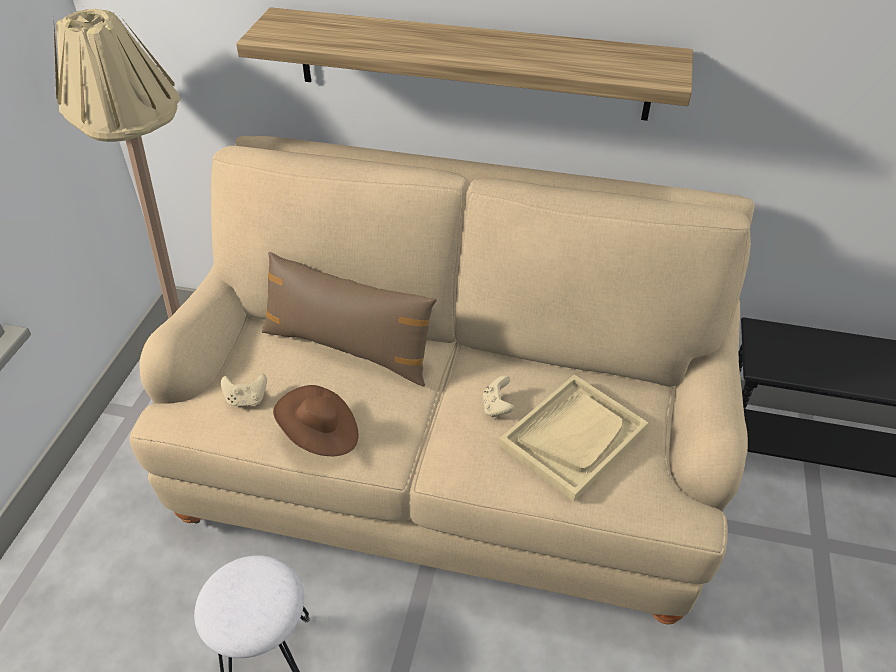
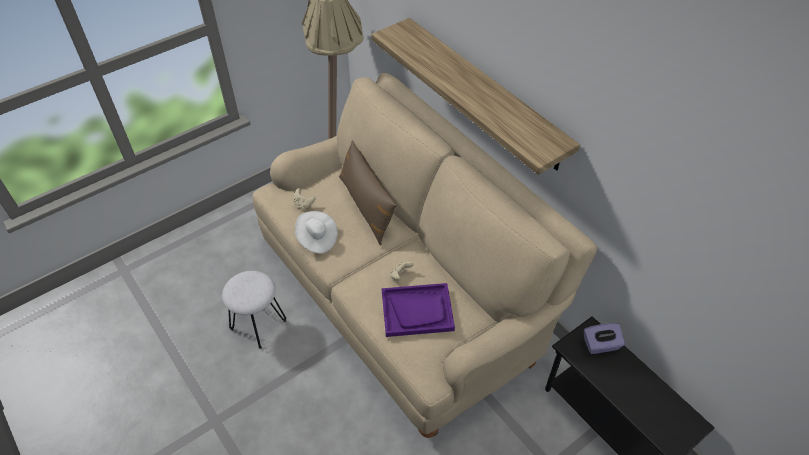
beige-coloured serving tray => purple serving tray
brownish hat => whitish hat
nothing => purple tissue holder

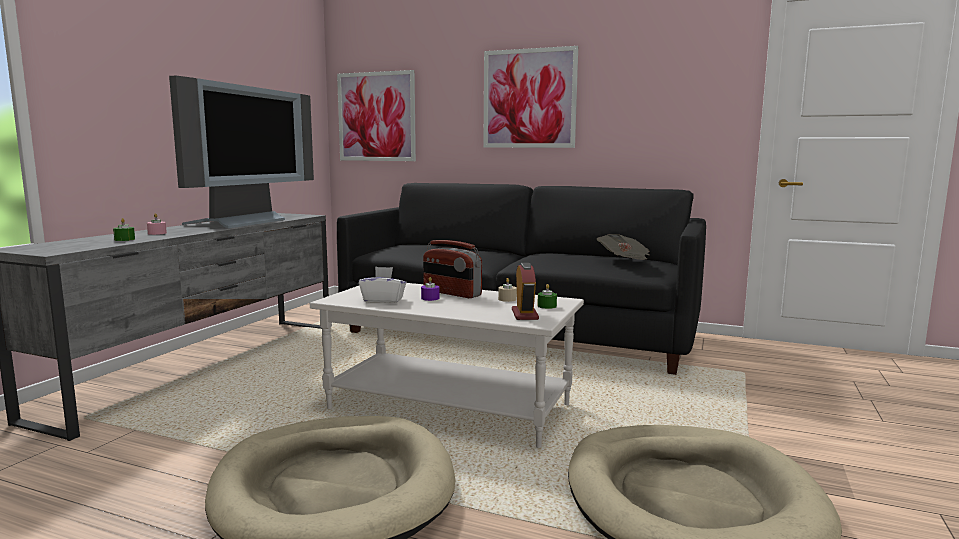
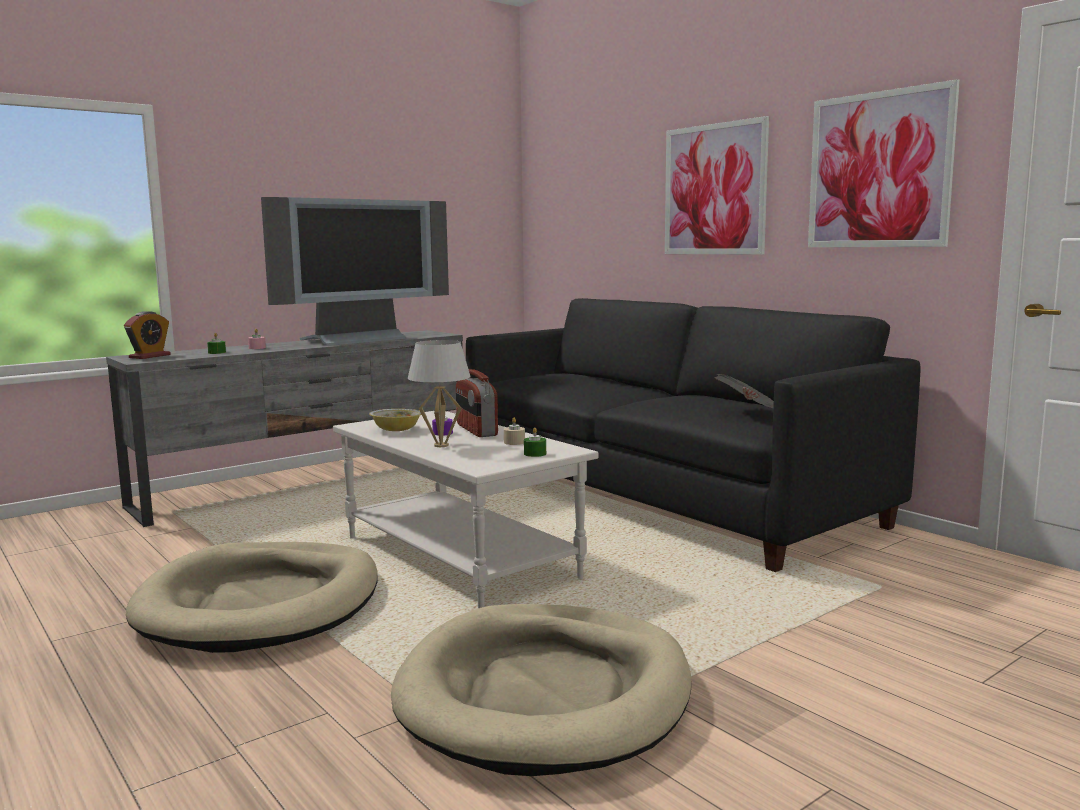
picture (no. 1 from left in the first image) => picture (no. 2 from left), relocated
alarm clock, relocated
whitish tissue holder => deep dish
nothing => whitish tabletop lamp

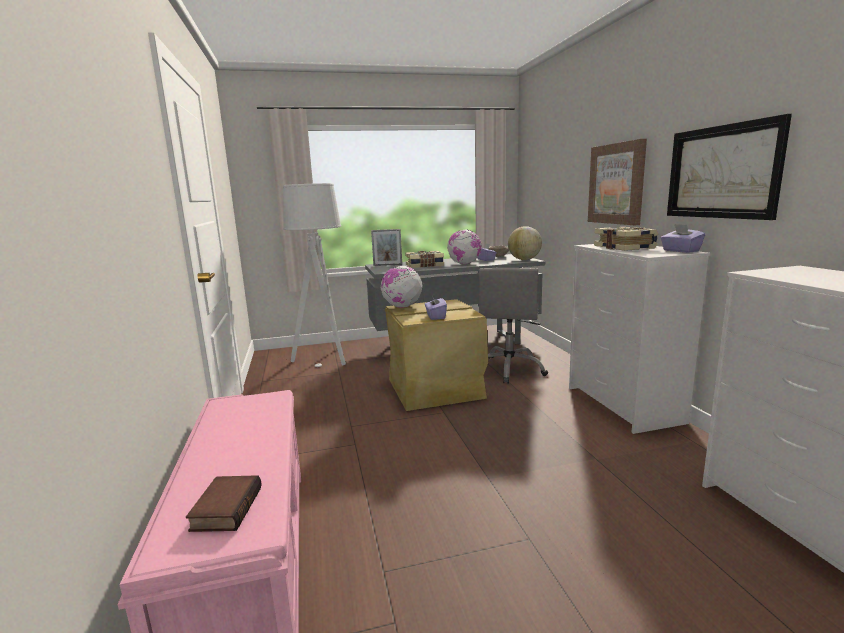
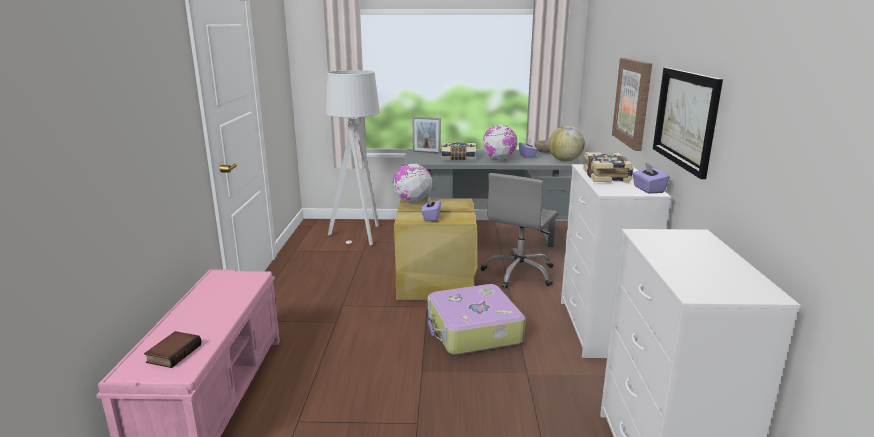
nothing => suitcase

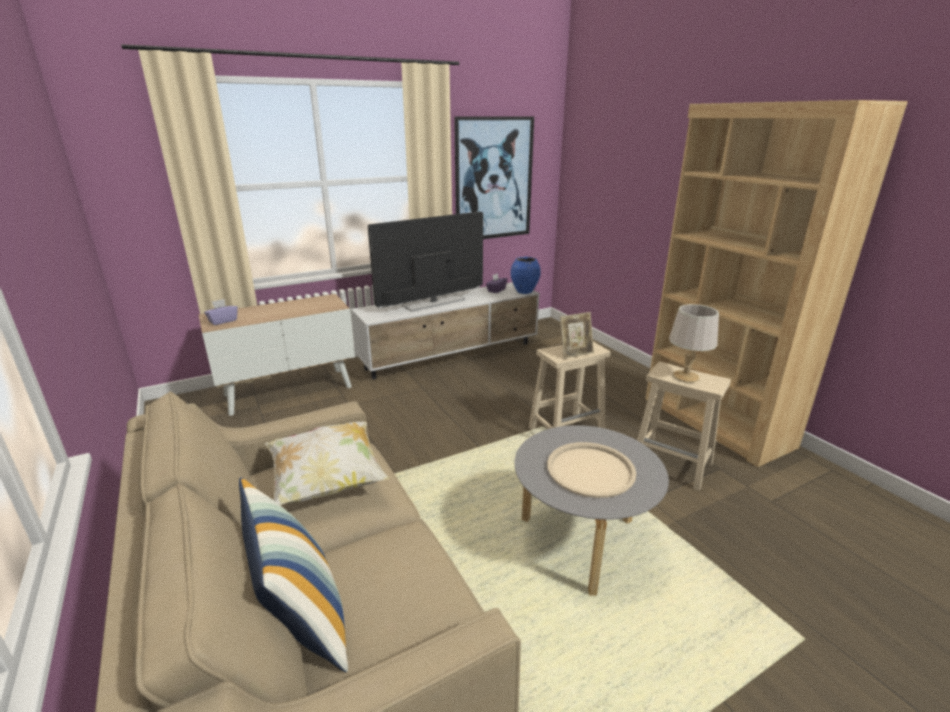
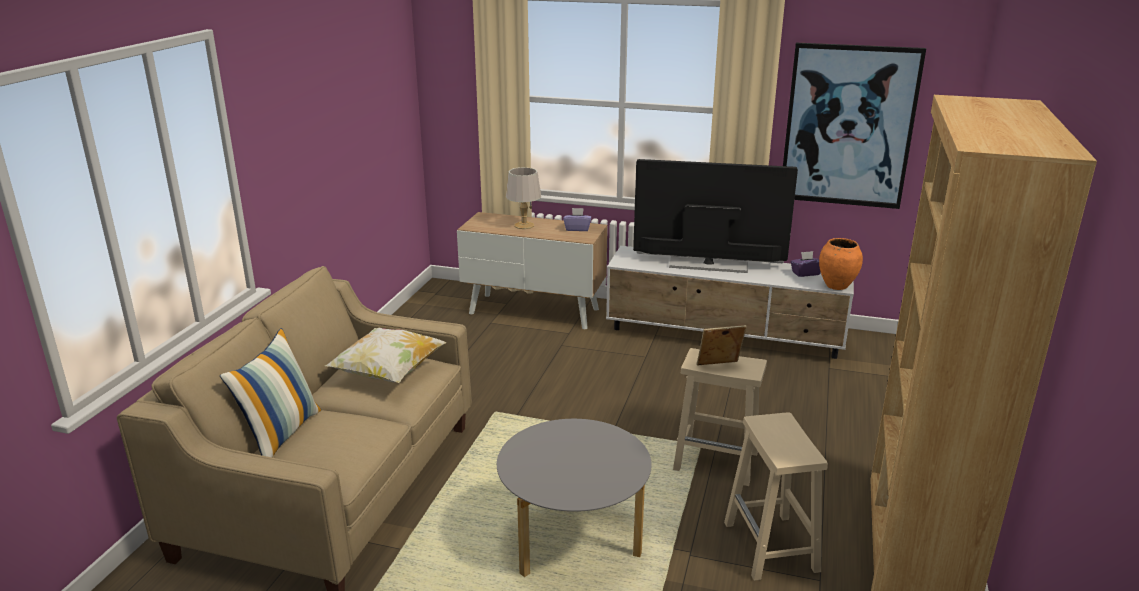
bluish decorative vase => orange decorative vase
purple tissue holder (no. 1 from left), relocated
grey tabletop lamp, relocated
standing frame, 150 degrees clockwise
beige-coloured serving tray => nothing

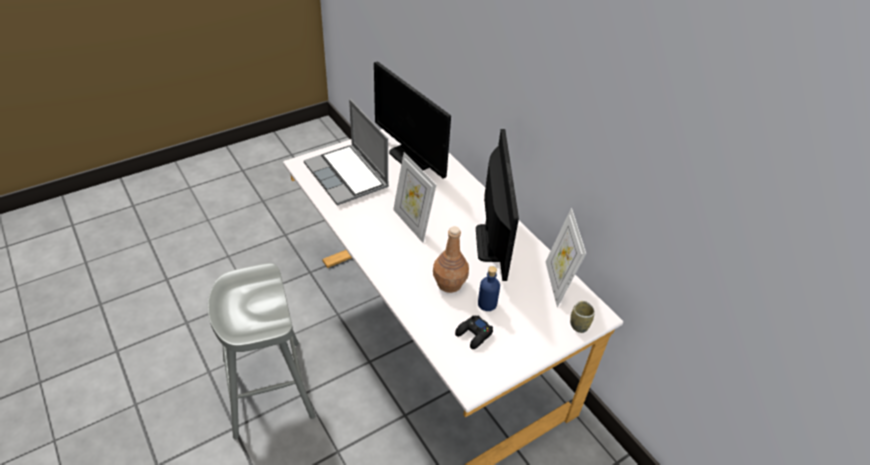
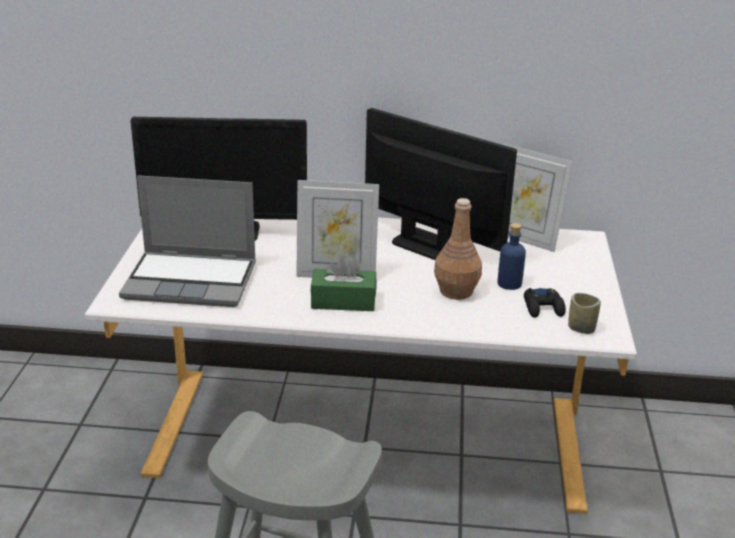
drinking cup, relocated
nothing => green-coloured tissue holder

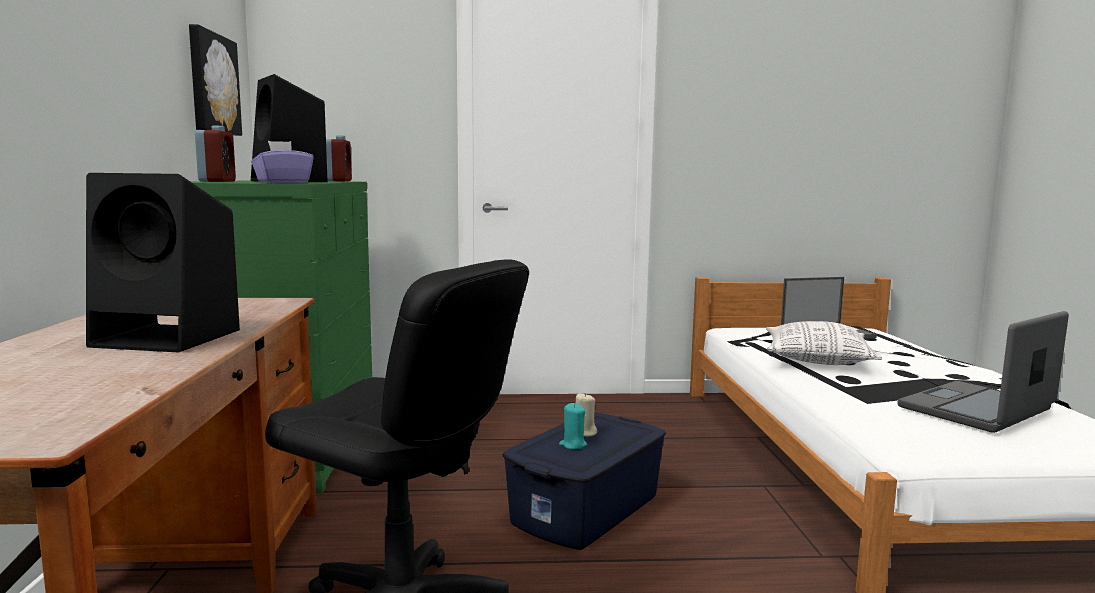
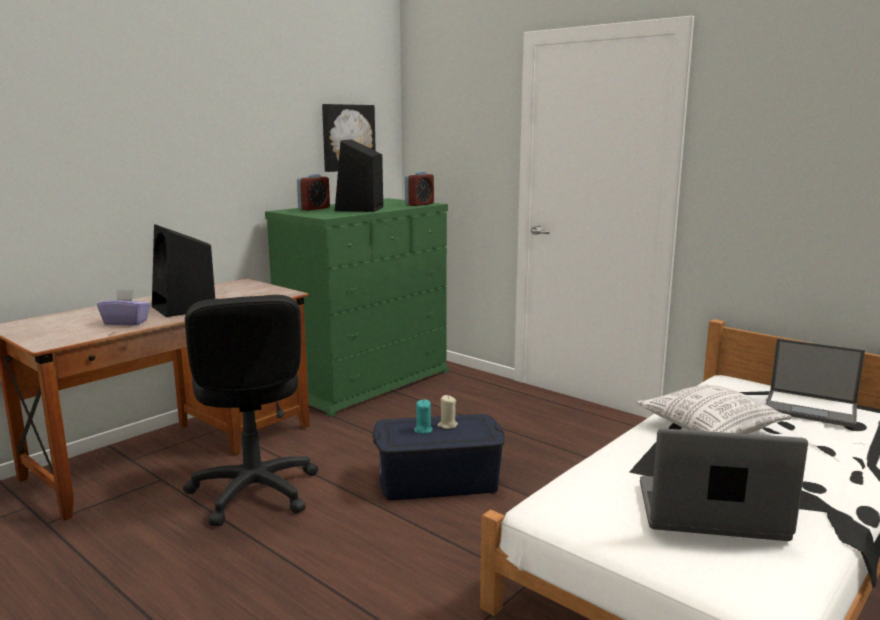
purple tissue holder, relocated

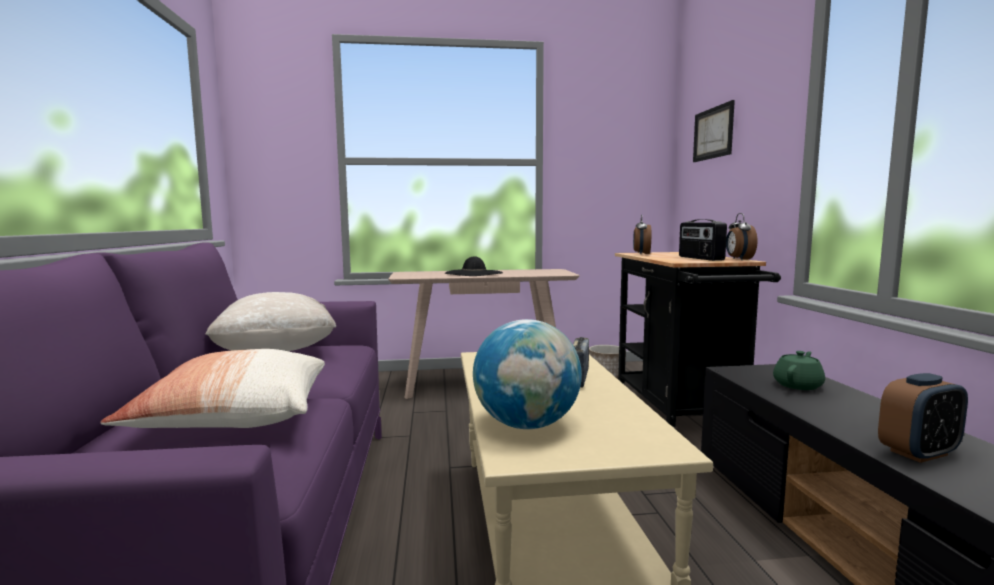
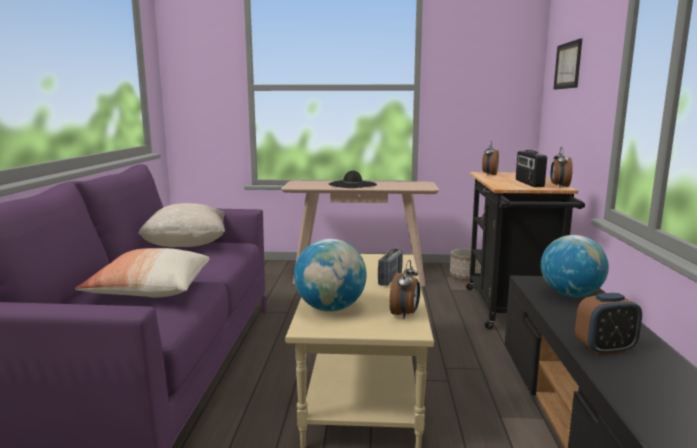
green-coloured tea pot => globe (no. 2 from left)
nothing => alarm clock (no. 1 from left)

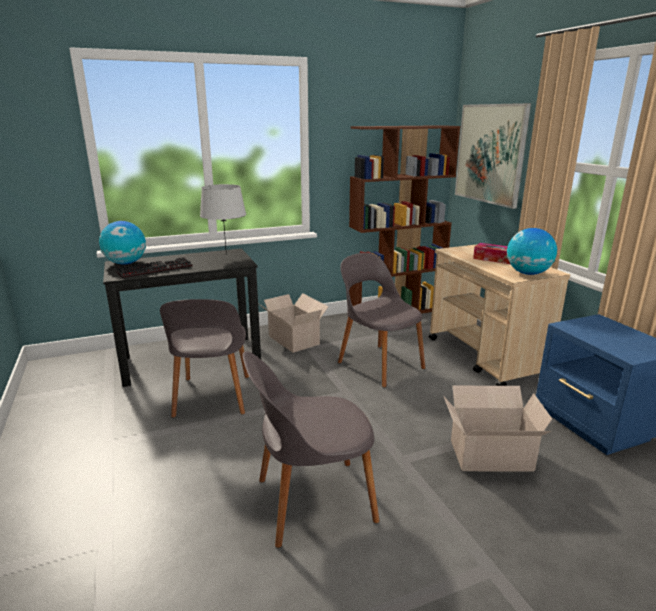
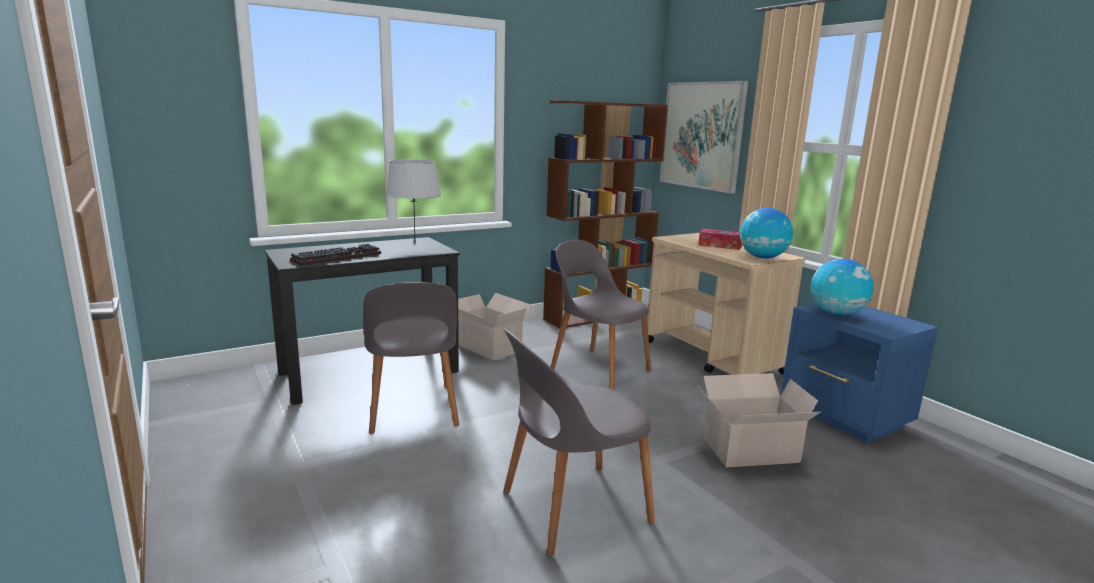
globe (no. 1 from left in the first image) => globe (no. 2 from left), relocated

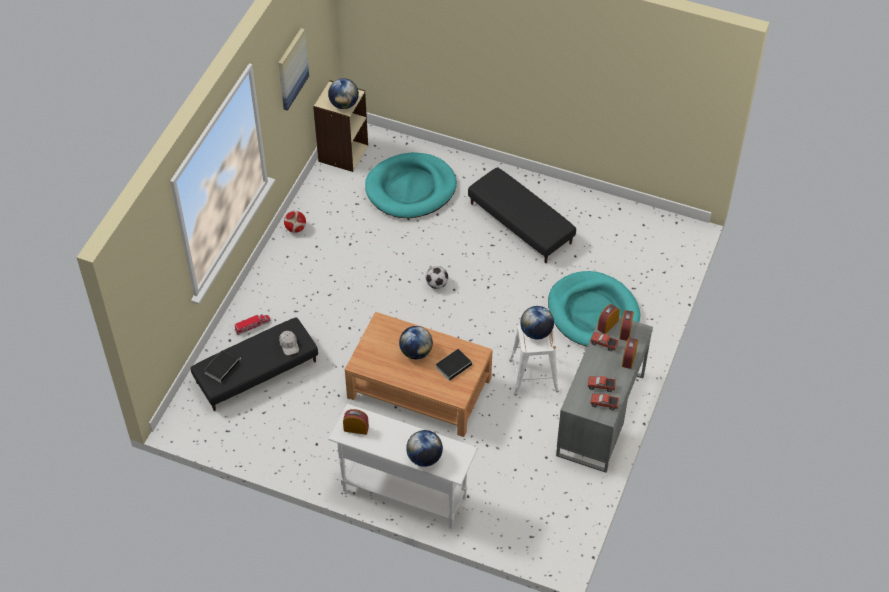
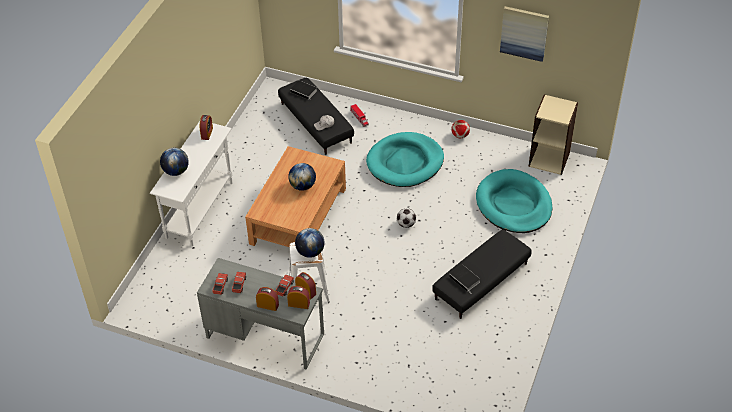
globe (no. 1 from left) => nothing
blue-green pet bed (no. 2 from left in the first image) => blue-green pet bed (no. 1 from left), relocated
bound book (no. 2 from left), relocated

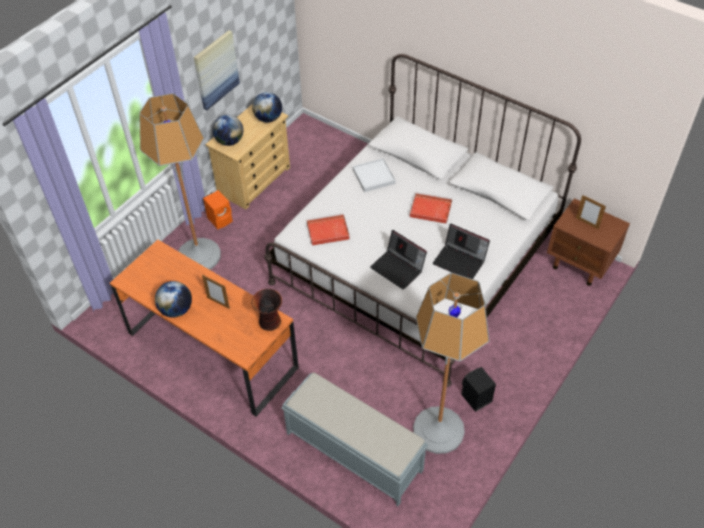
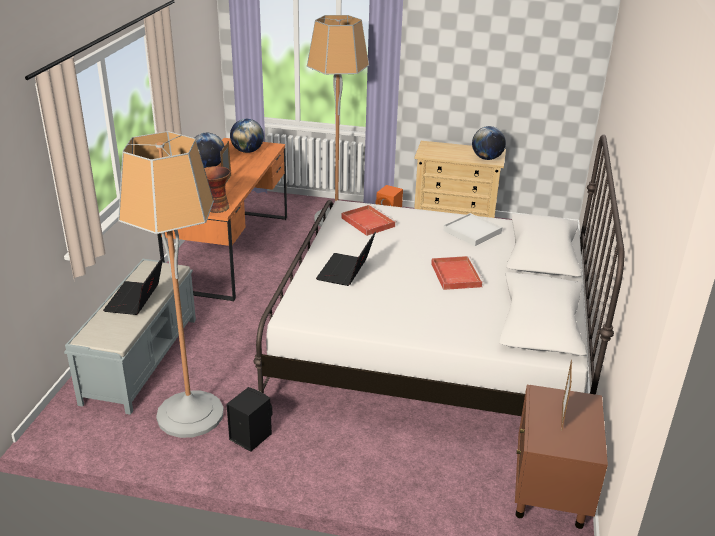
picture => nothing
globe (no. 2 from left), relocated
laptop (no. 2 from left in the first image) => laptop (no. 1 from left), relocated

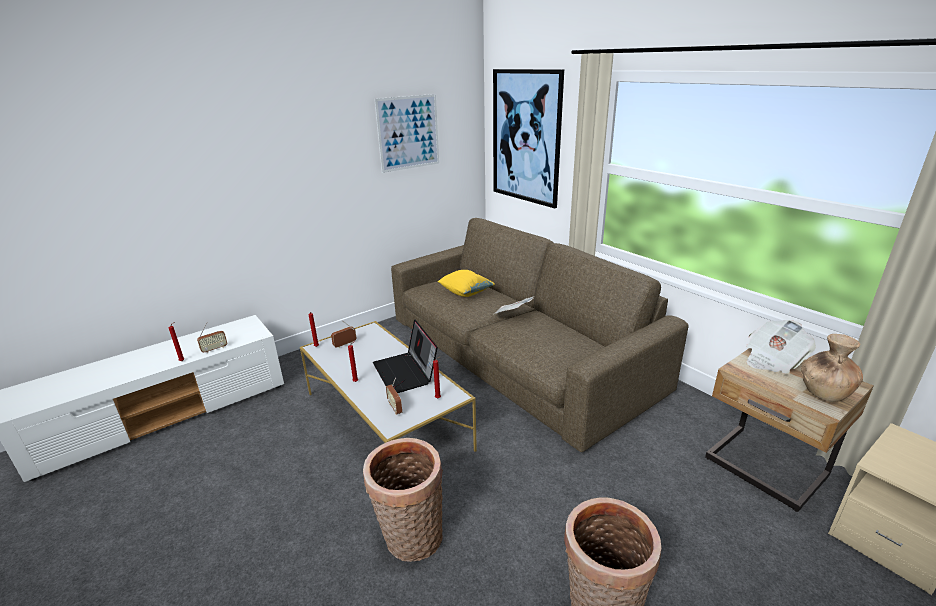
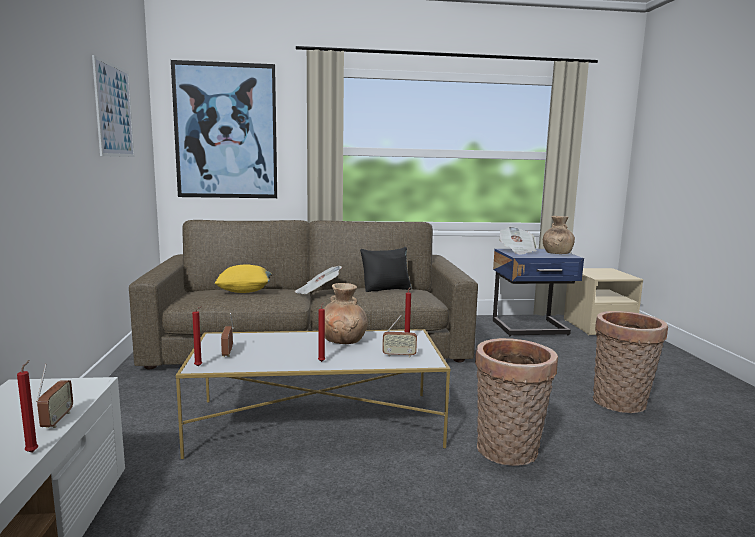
laptop => brownish decorative vase (no. 1 from left)
beige-coloured night table (no. 1 from left) => bluish night table
nothing => blackish pillow

